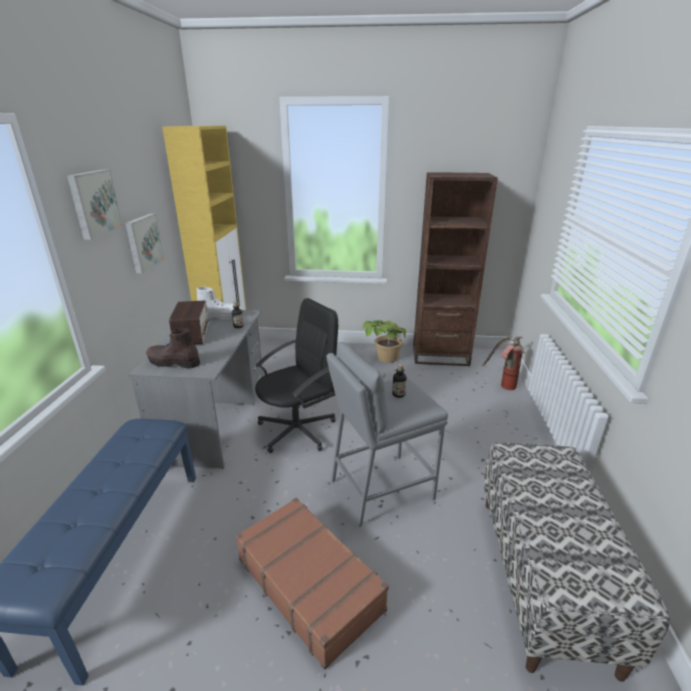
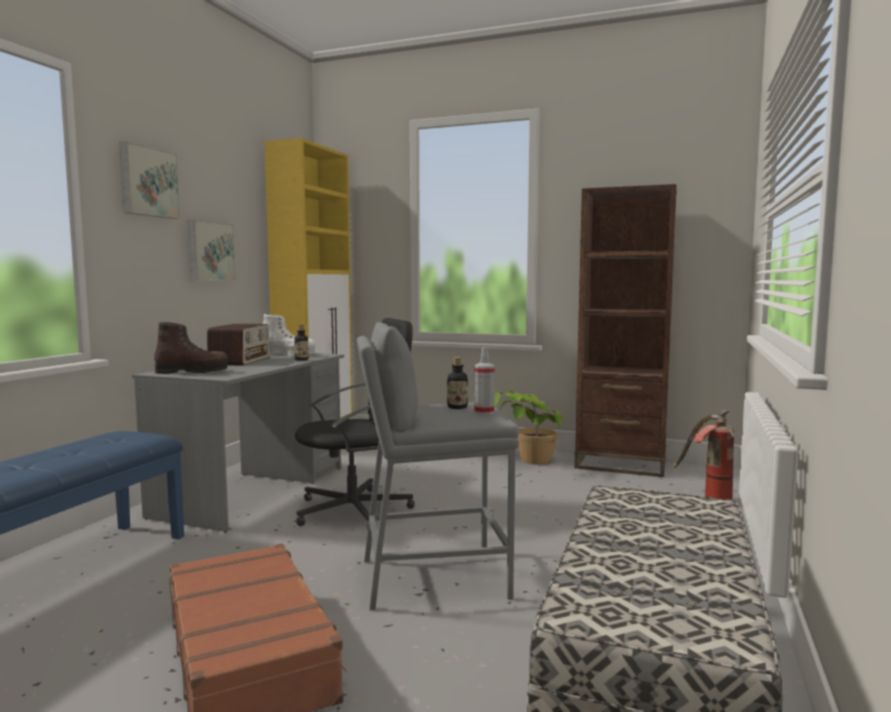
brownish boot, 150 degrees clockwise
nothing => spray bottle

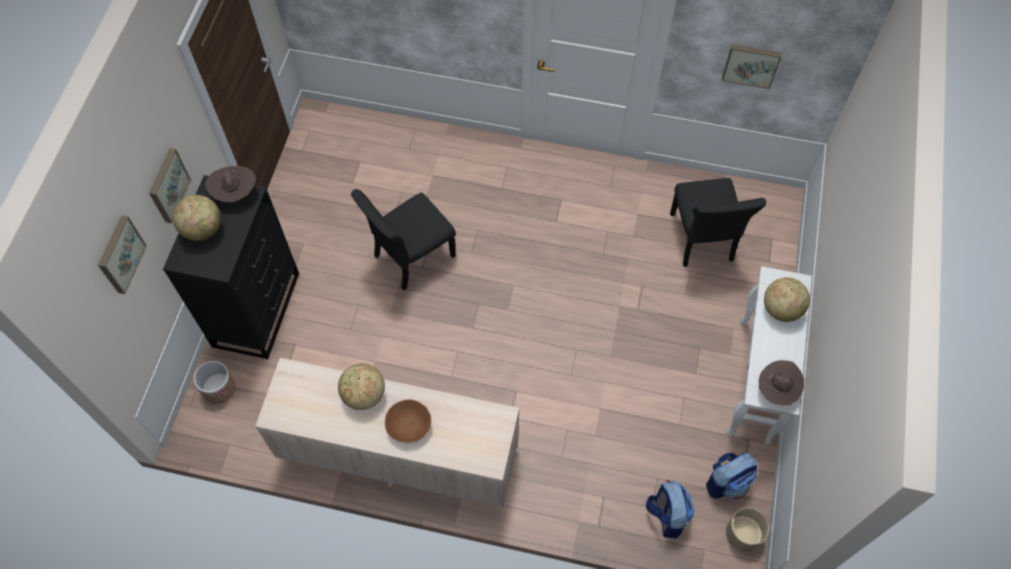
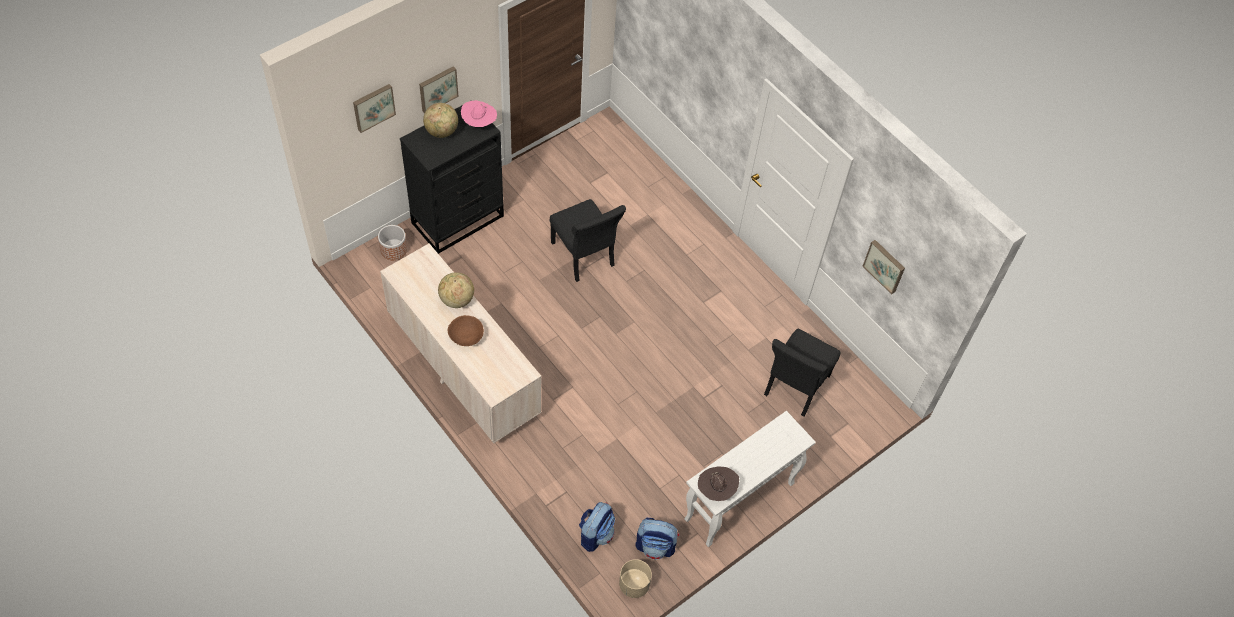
brownish hat (no. 1 from left) => pink hat
blackish upright chair (no. 1 from left), 120 degrees counterclockwise
globe (no. 3 from left) => nothing

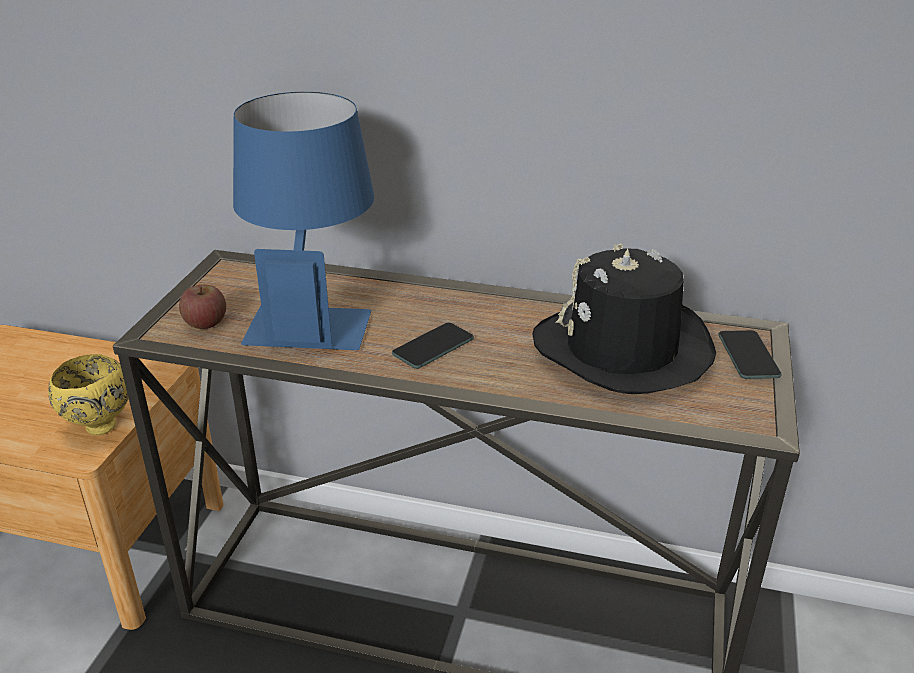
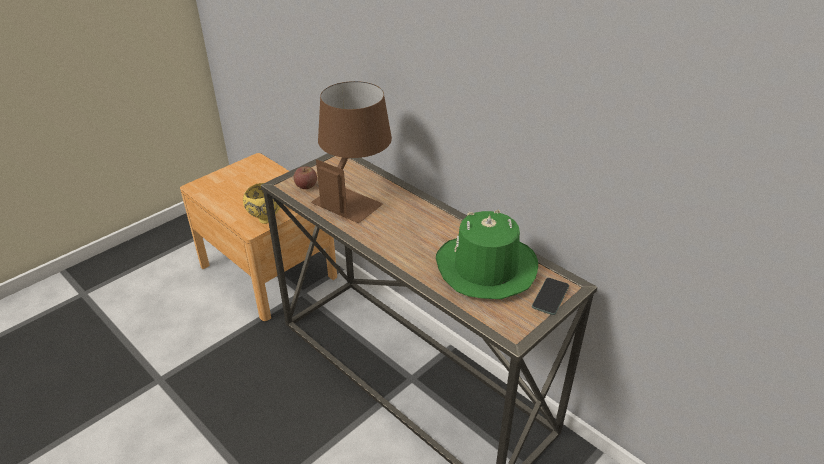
bluish tabletop lamp => brownish tabletop lamp
blackish hat => green-coloured hat
phone (no. 1 from left) => nothing

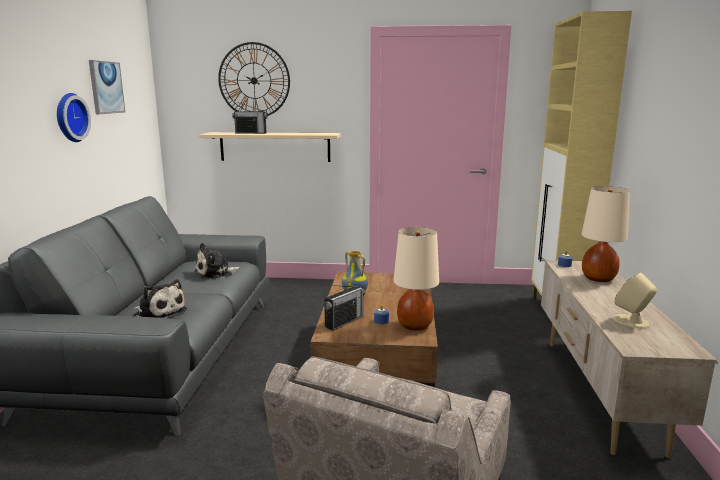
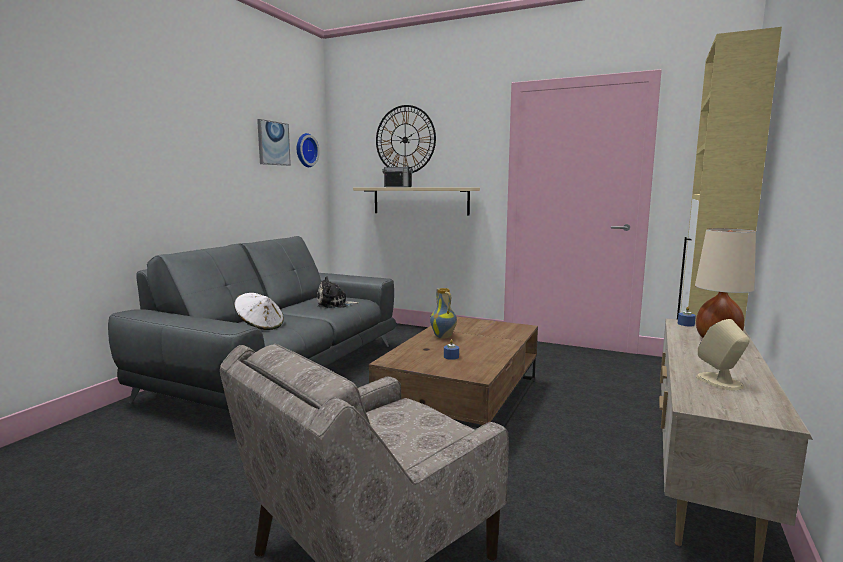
clock on the wall (no. 1 from left), relocated
beige-coloured tabletop lamp (no. 1 from left) => nothing
cuddly toy (no. 1 from left) => whitish hat
radio (no. 2 from left) => nothing

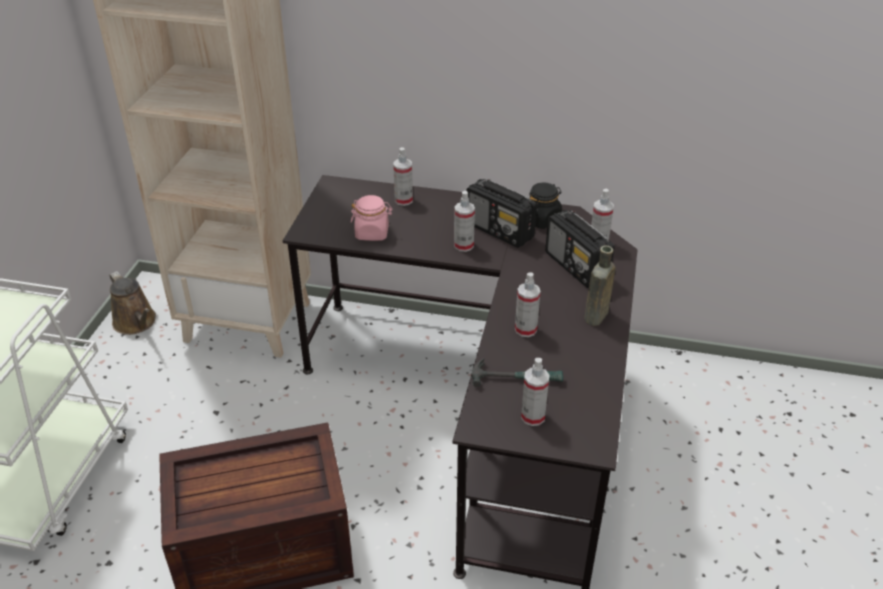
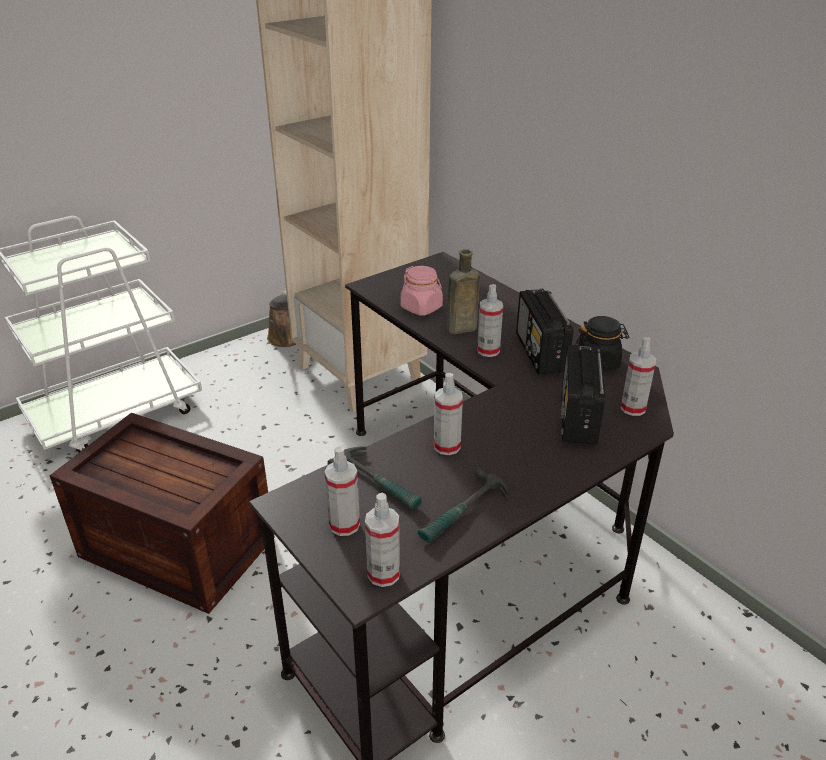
spray bottle (no. 1 from left in the first image) => spray bottle (no. 2 from left), relocated
brownish drink bottle, relocated
nothing => hammer (no. 2 from left)

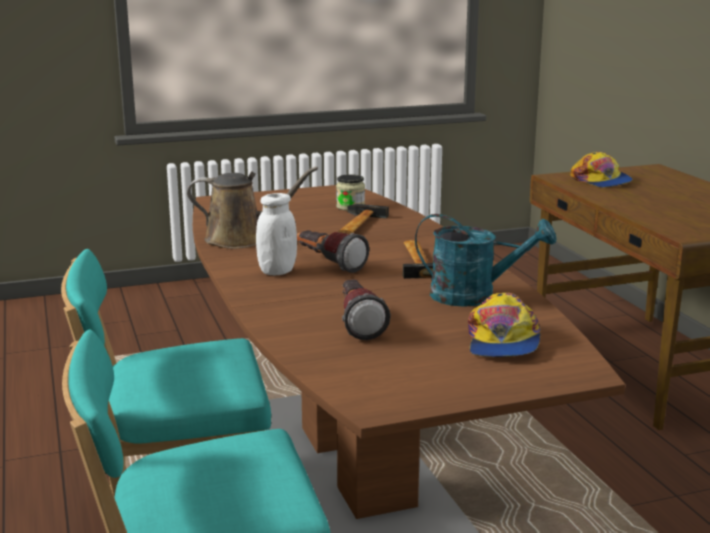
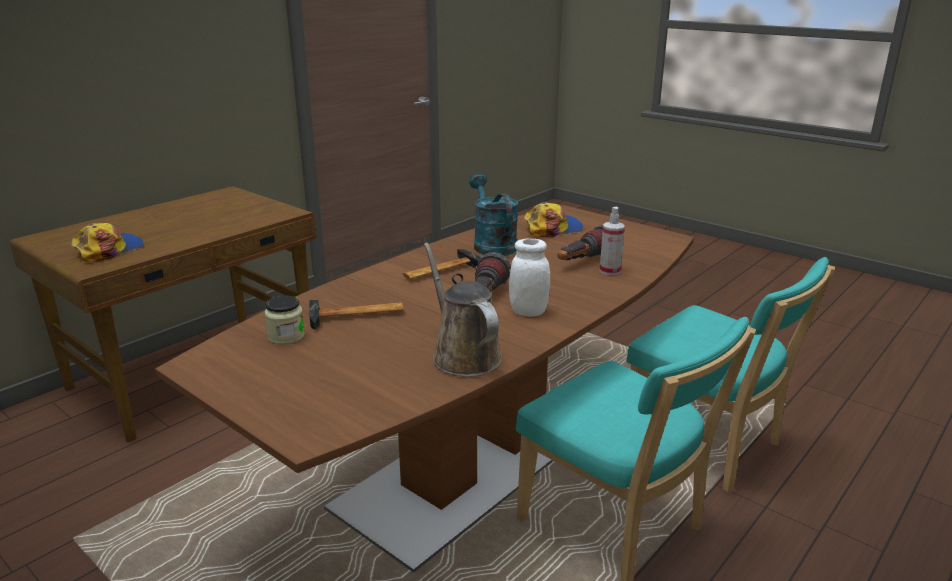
nothing => spray bottle

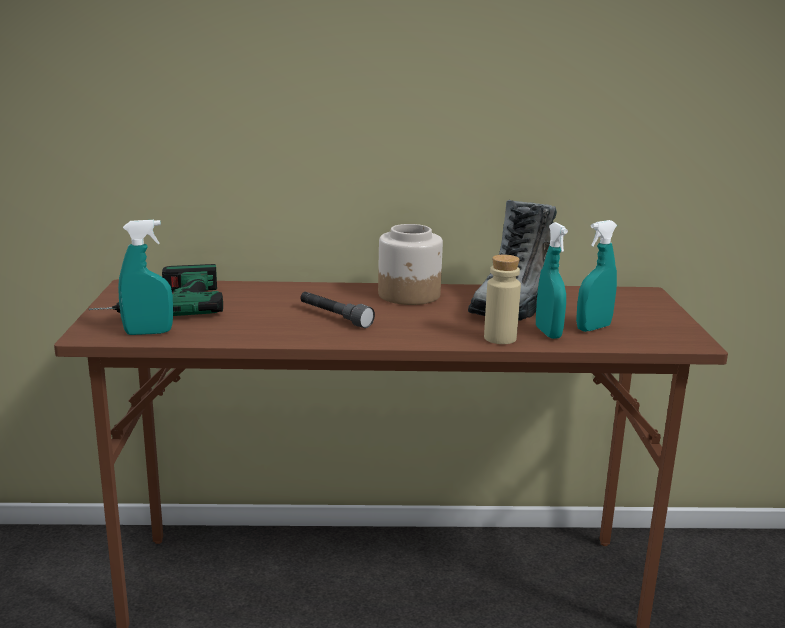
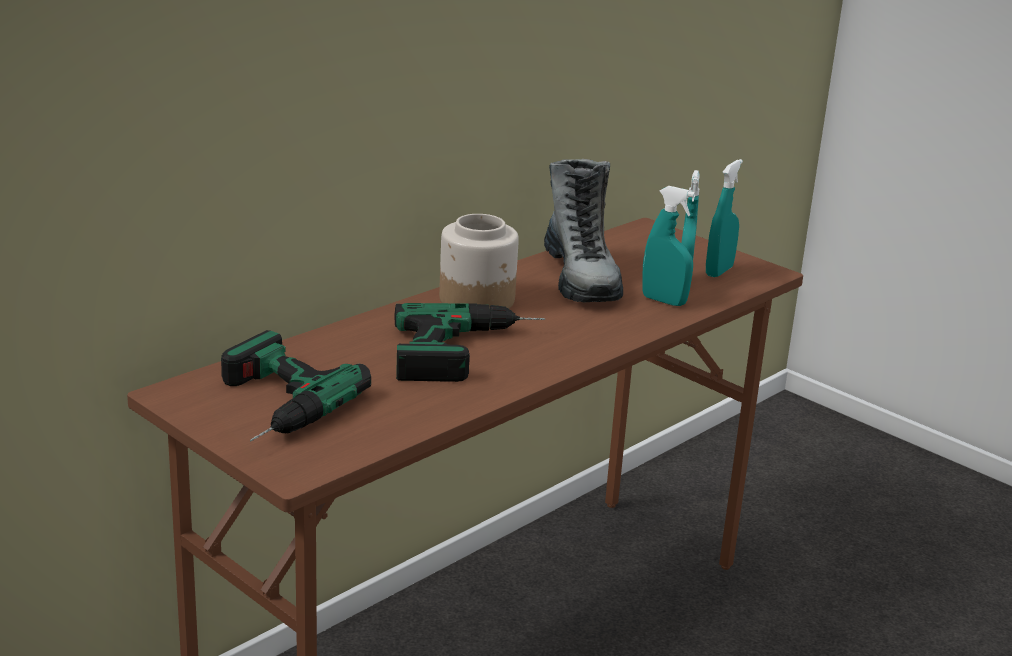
blue-green spray bottle (no. 1 from left in the first image) => blue-green spray bottle (no. 3 from left), relocated
beige-coloured drink bottle => nothing
grey hand torch => electric drill (no. 2 from left)

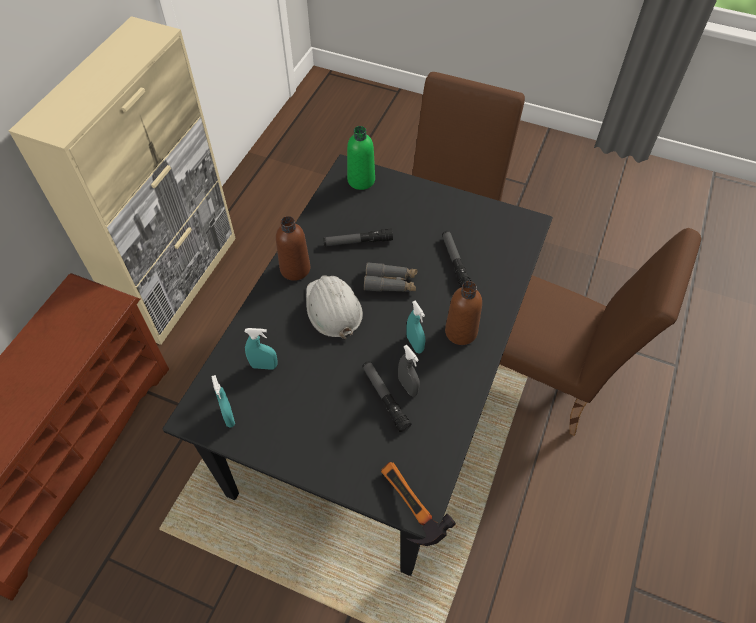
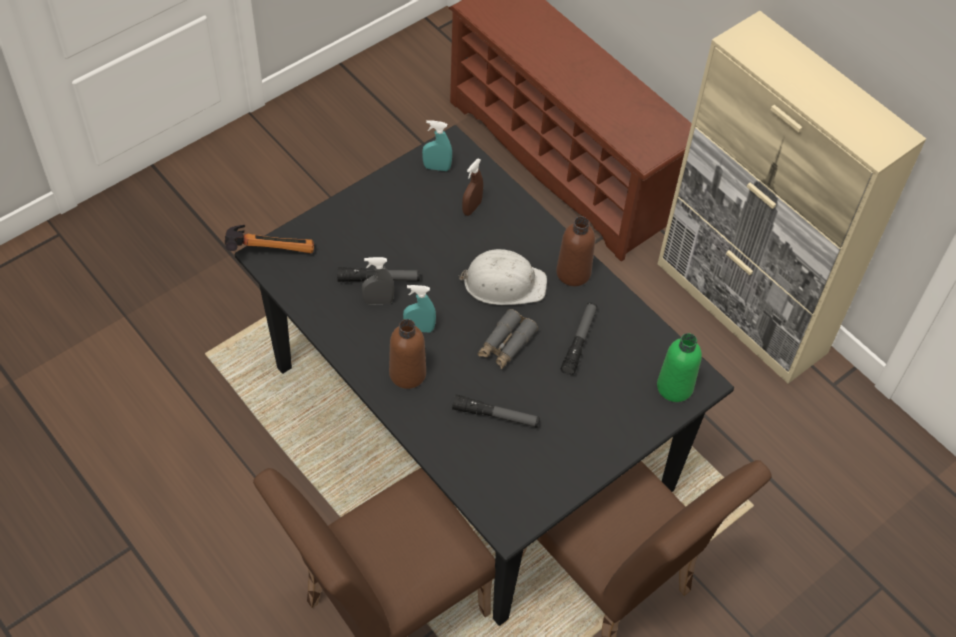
blue-green spray bottle (no. 2 from left) => brownish spray bottle

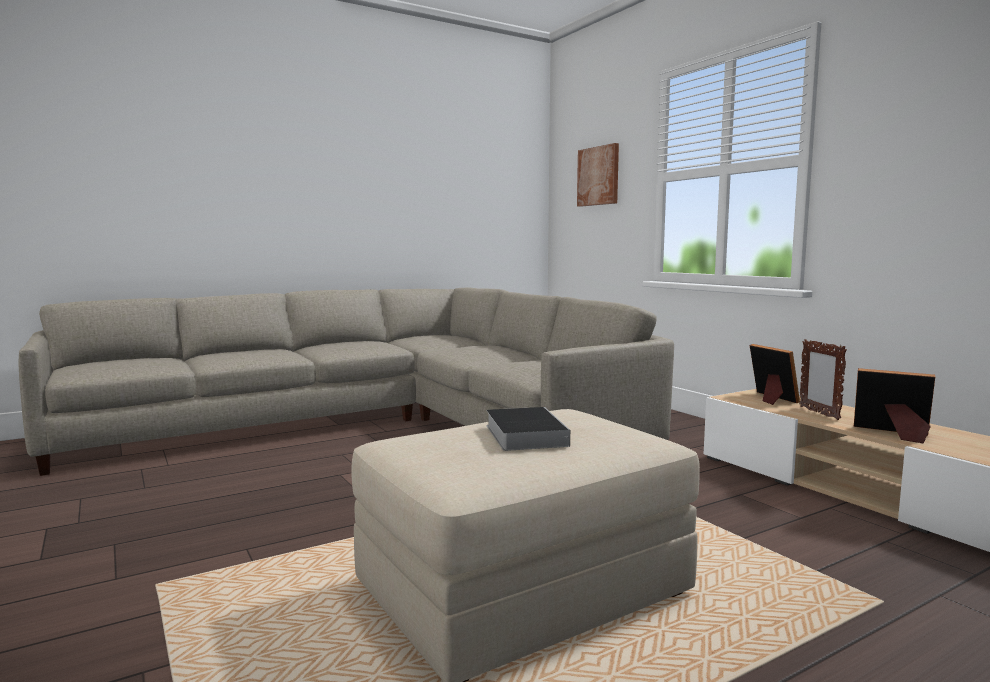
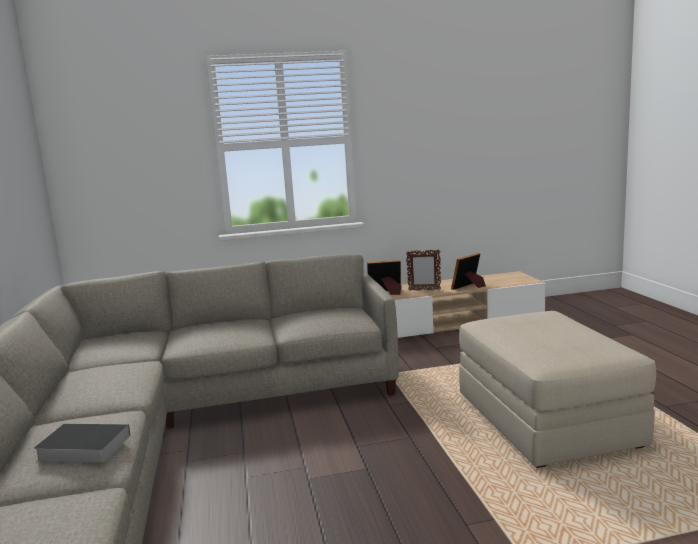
picture => nothing
bound book, relocated

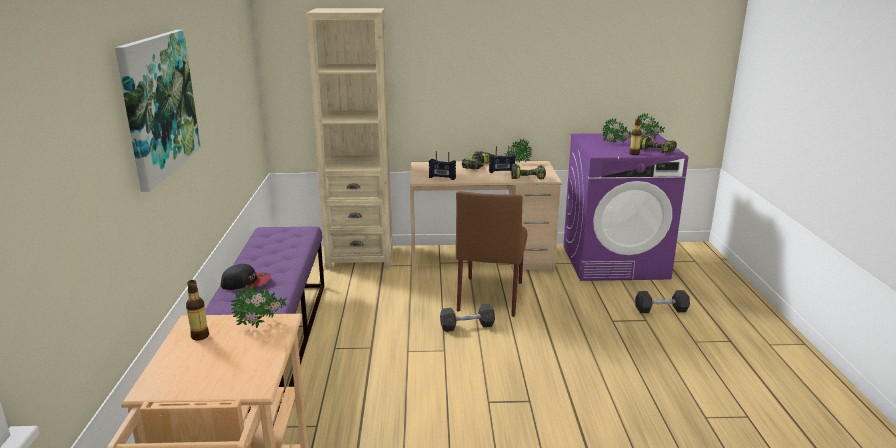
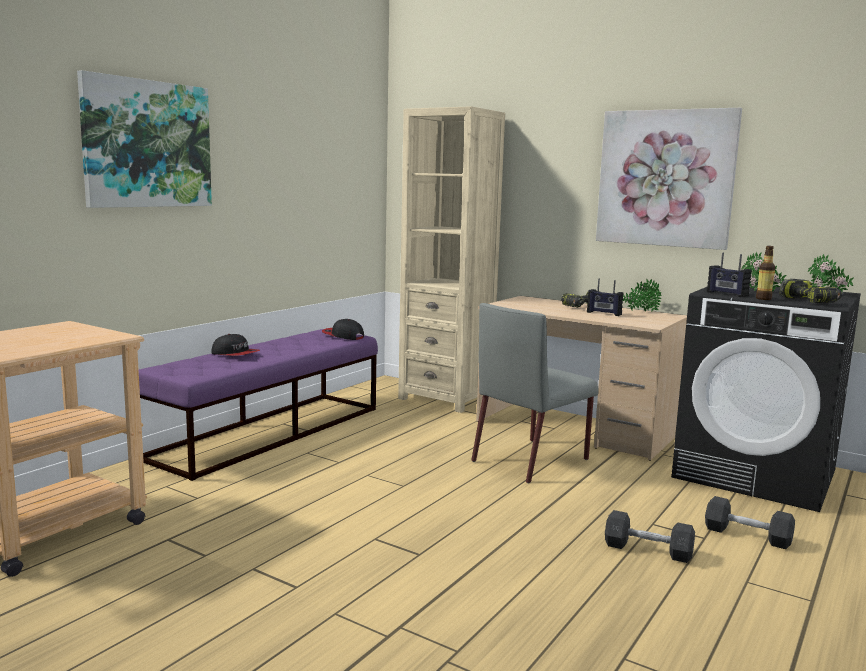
purple laundry machine => blackish laundry machine
radio (no. 1 from left in the first image) => radio (no. 2 from left), relocated
electric drill (no. 2 from left) => nothing
brownish upright chair => grey upright chair
drink bottle (no. 1 from left) => nothing
potted plant (no. 1 from left) => nothing
grey dumbbell (no. 1 from left), relocated
nothing => picture (no. 2 from left)
nothing => baseball cap (no. 2 from left)

